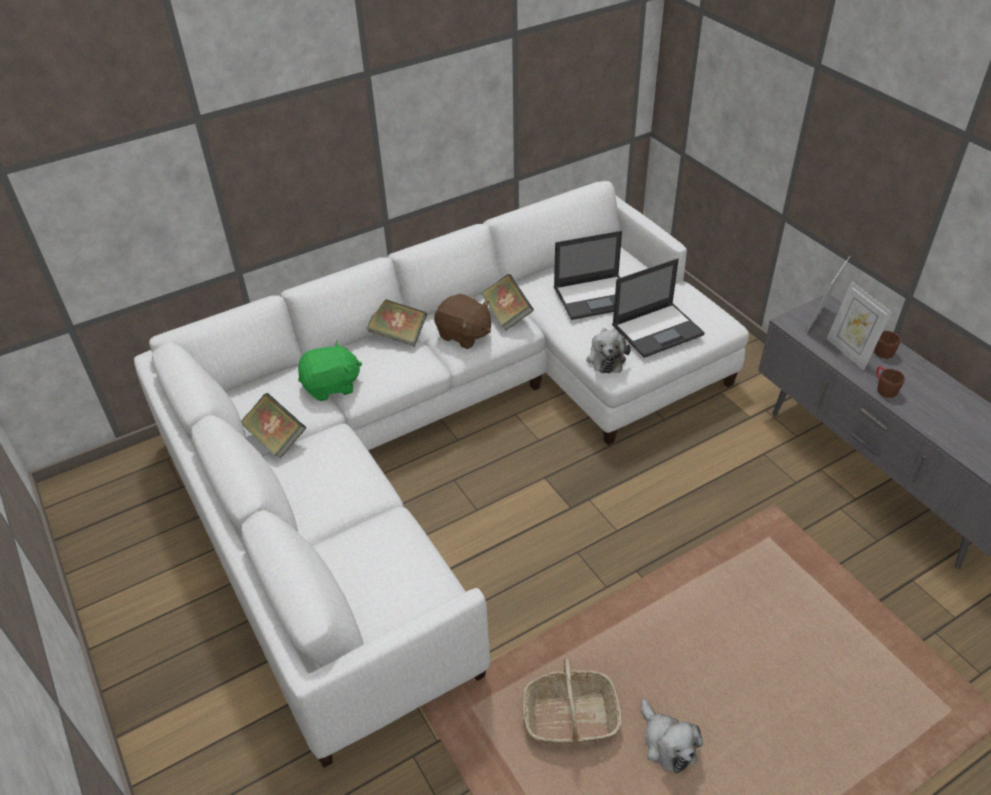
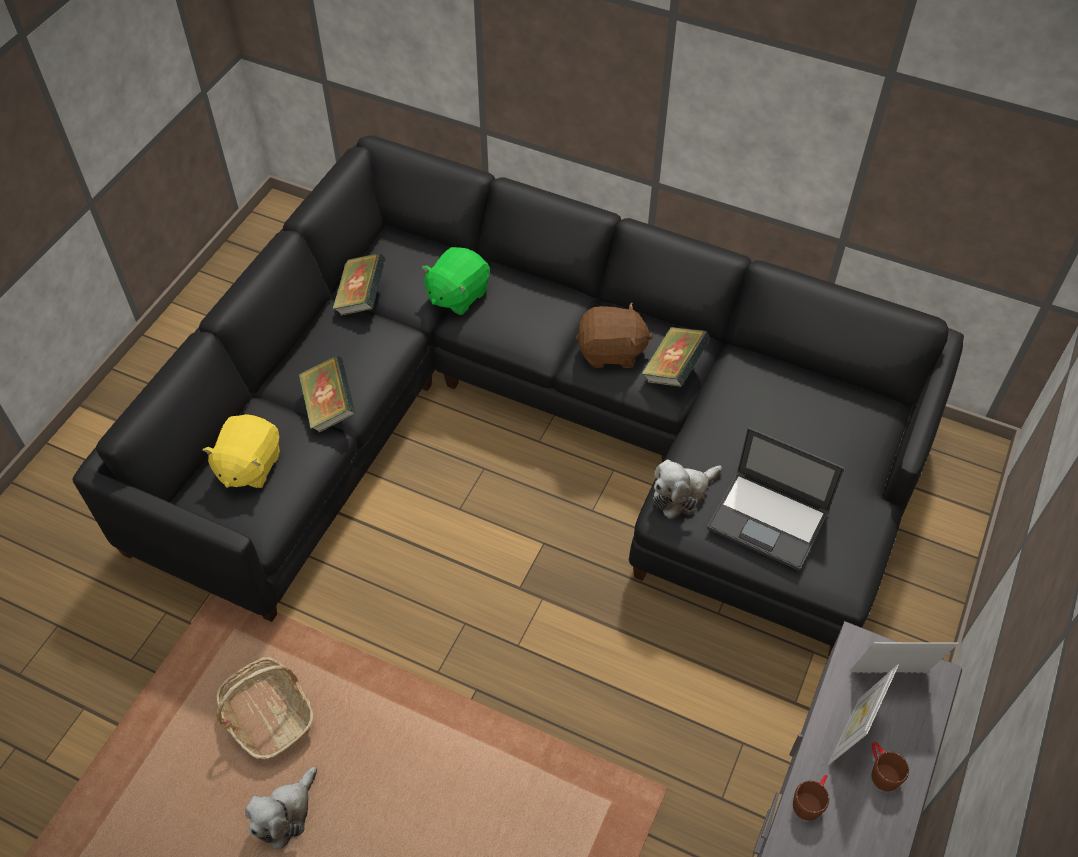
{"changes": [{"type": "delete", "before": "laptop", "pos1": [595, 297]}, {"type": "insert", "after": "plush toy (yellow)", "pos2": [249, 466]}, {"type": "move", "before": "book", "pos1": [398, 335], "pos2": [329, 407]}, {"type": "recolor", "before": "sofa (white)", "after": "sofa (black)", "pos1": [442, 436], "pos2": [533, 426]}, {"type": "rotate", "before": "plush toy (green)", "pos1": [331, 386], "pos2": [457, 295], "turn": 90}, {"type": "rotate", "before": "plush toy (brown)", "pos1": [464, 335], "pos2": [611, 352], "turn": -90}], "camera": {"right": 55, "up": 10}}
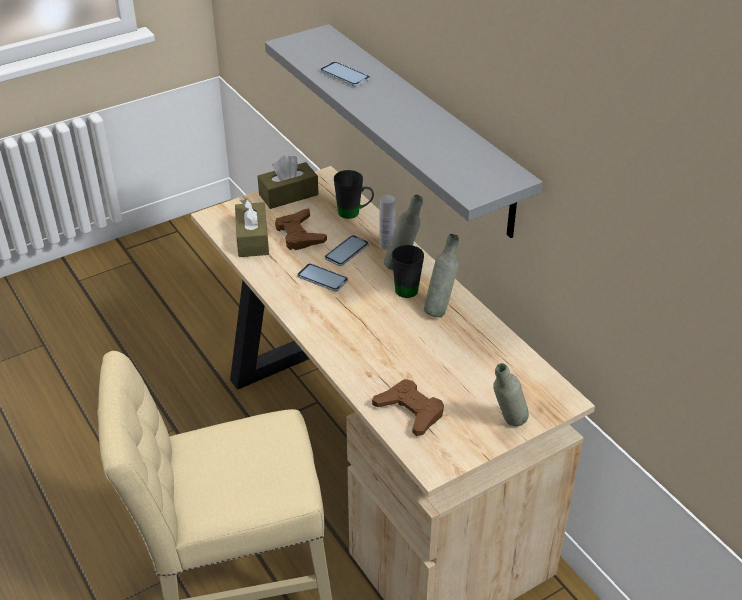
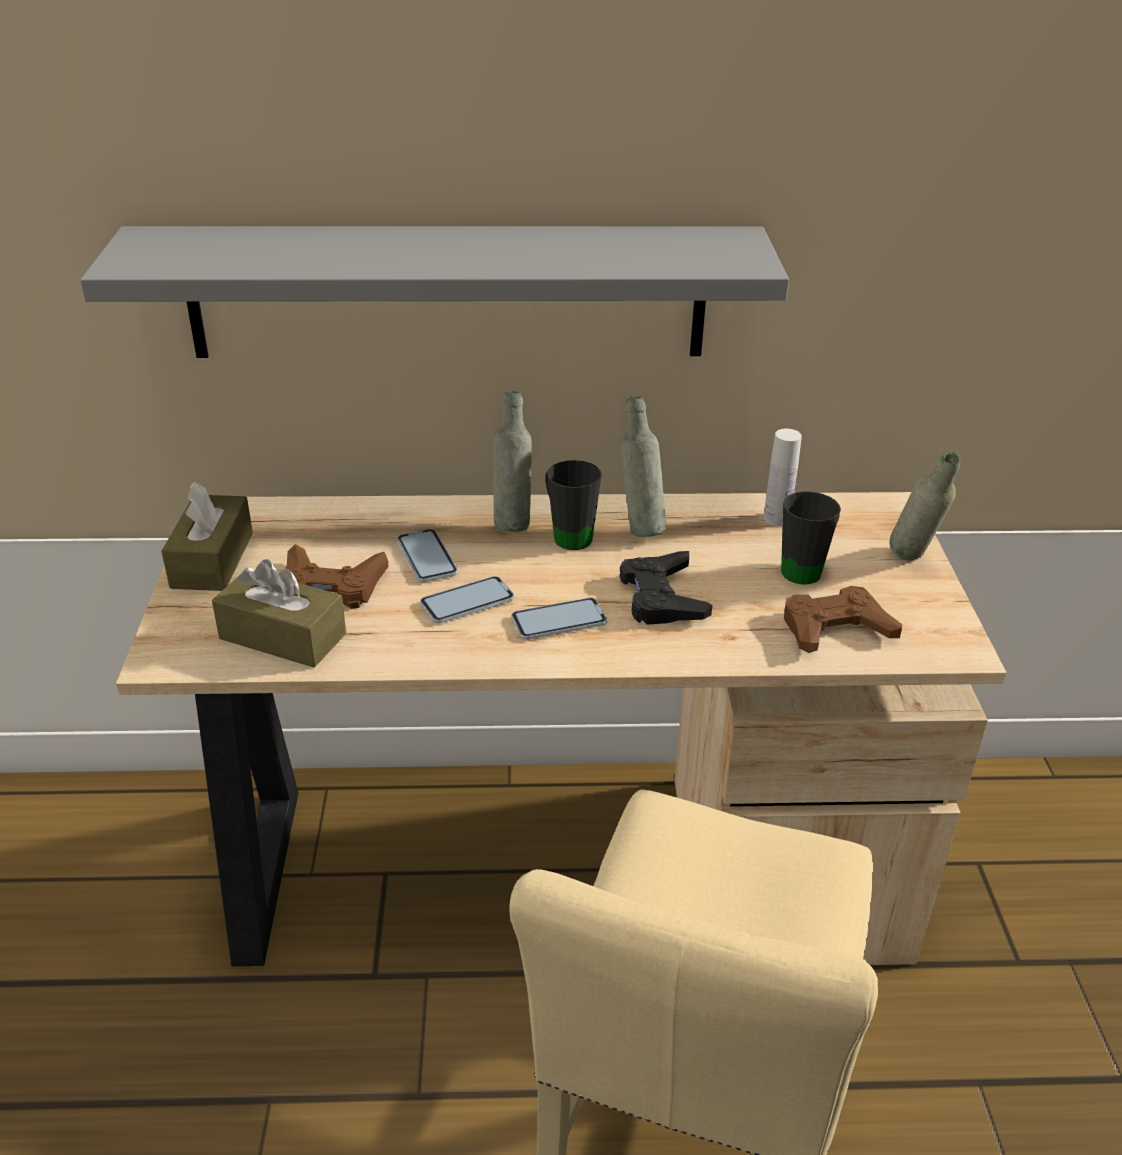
{"changes": [{"type": "insert", "after": "game controller (black)", "pos2": [662, 597]}, {"type": "move", "before": "phone", "pos1": [344, 75], "pos2": [559, 621]}, {"type": "move", "before": "mug (black)", "pos1": [354, 213], "pos2": [808, 568]}, {"type": "move", "before": "bottle (white)", "pos1": [387, 244], "pos2": [776, 518]}], "camera": {"right": -60, "up": -5}}
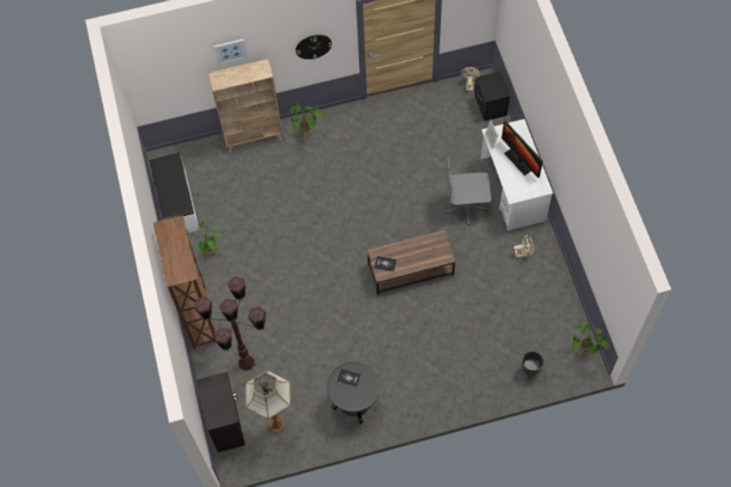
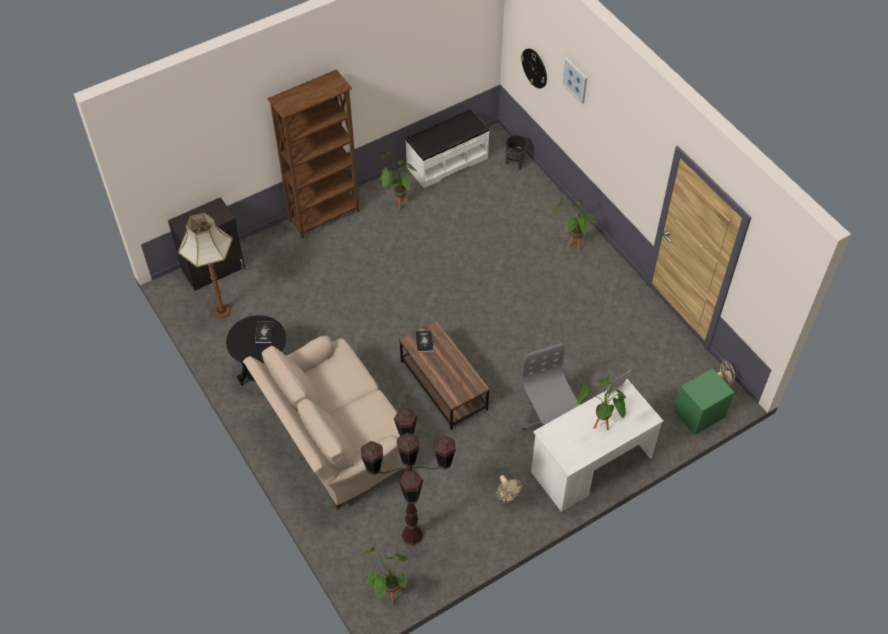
{"changes": [{"type": "delete", "before": "bookcase (beige)", "pos1": [254, 137]}, {"type": "insert", "after": "sofa (beige)", "pos2": [335, 441]}, {"type": "move", "before": "floor lamp (brown)", "pos1": [247, 363], "pos2": [412, 535]}, {"type": "move", "before": "wall clock", "pos1": [313, 46], "pos2": [534, 68]}, {"type": "move", "before": "planter (black)", "pos1": [530, 371], "pos2": [514, 163]}, {"type": "replace", "before": "monitor", "after": "potted plant", "pos1": [519, 160], "pos2": [599, 429]}, {"type": "recolor", "before": "nightstand (black)", "after": "nightstand (green)", "pos1": [489, 106], "pos2": [699, 413]}], "camera": {"right": 70, "up": -10}}
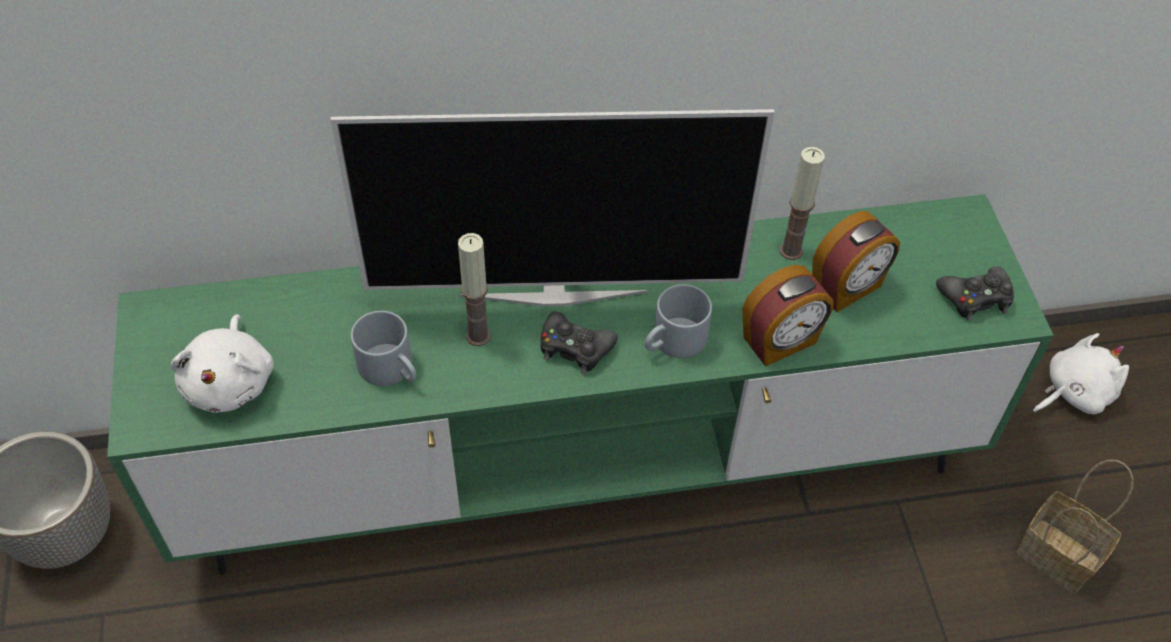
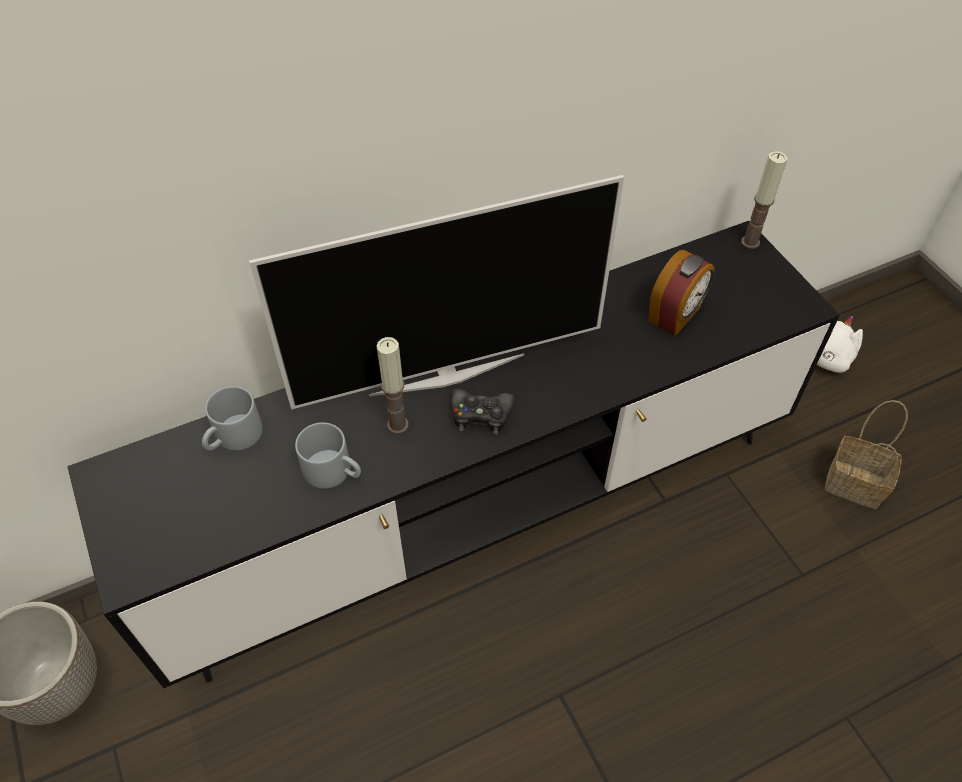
{"changes": [{"type": "delete", "before": "plush toy (white)", "pos1": [231, 382]}, {"type": "delete", "before": "alarm clock", "pos1": [780, 342]}, {"type": "delete", "before": "game controller (black)", "pos1": [975, 298]}, {"type": "move", "before": "mug (grey)", "pos1": [673, 343], "pos2": [233, 438]}, {"type": "move", "before": "candle", "pos1": [791, 250], "pos2": [750, 242]}, {"type": "recolor", "before": "tv stand (green)", "after": "tv stand (black)", "pos1": [580, 470], "pos2": [479, 514]}], "camera": {"right": -15, "up": 0}}
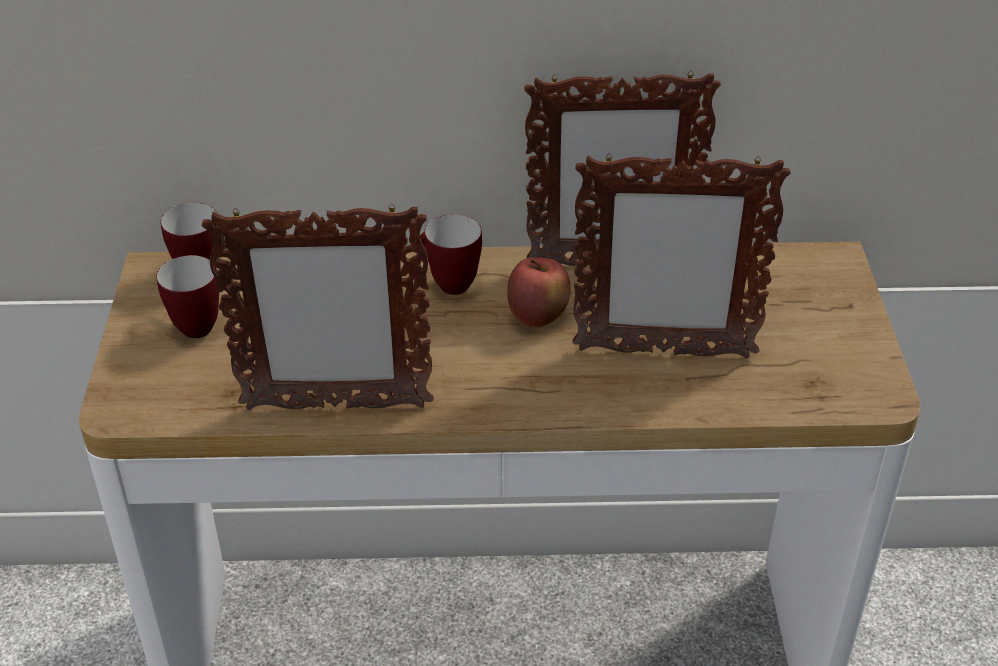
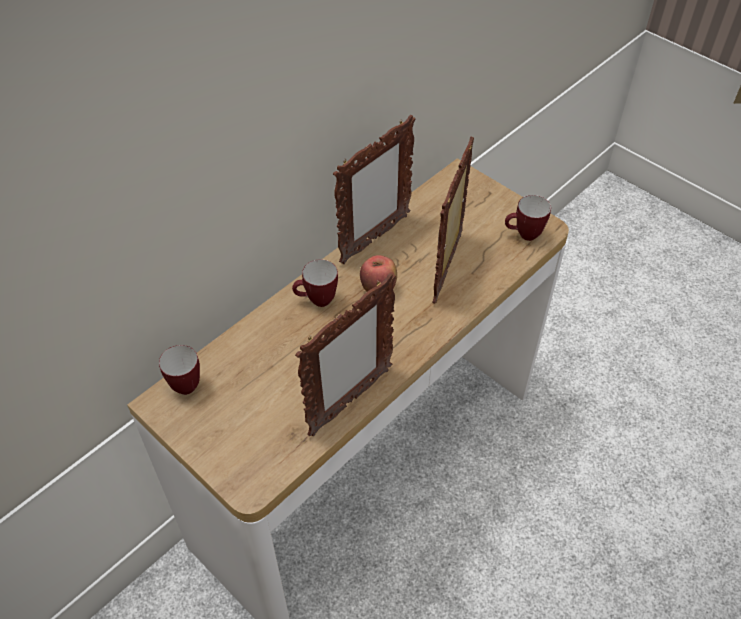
{"changes": [{"type": "move", "before": "mug", "pos1": [191, 326], "pos2": [523, 235]}, {"type": "rotate", "before": "picture frame", "pos1": [662, 352], "pos2": [448, 268], "turn": 150}], "camera": {"right": -45, "up": 10}}
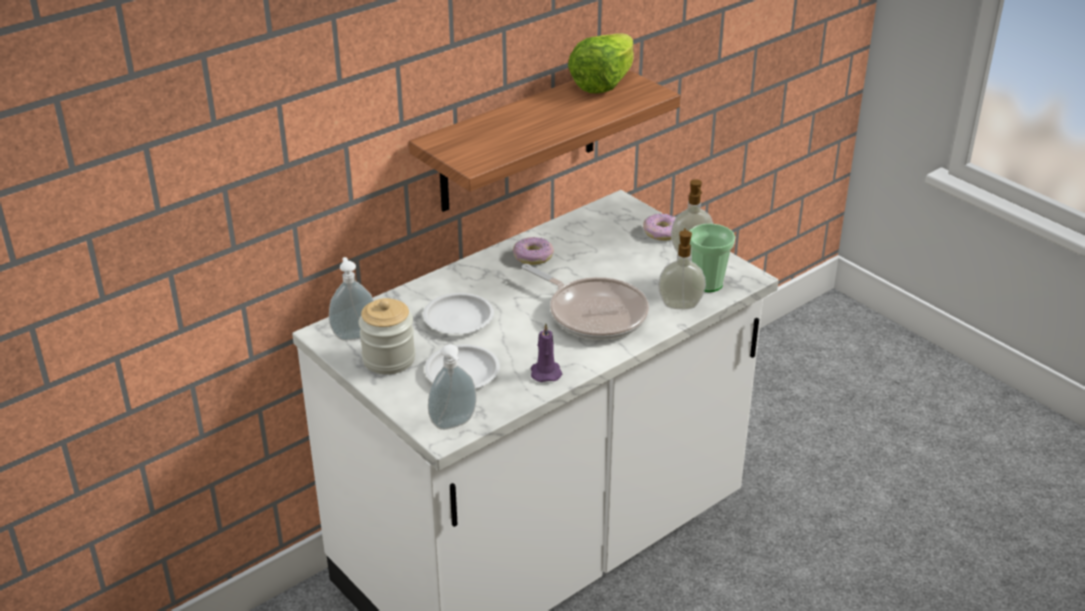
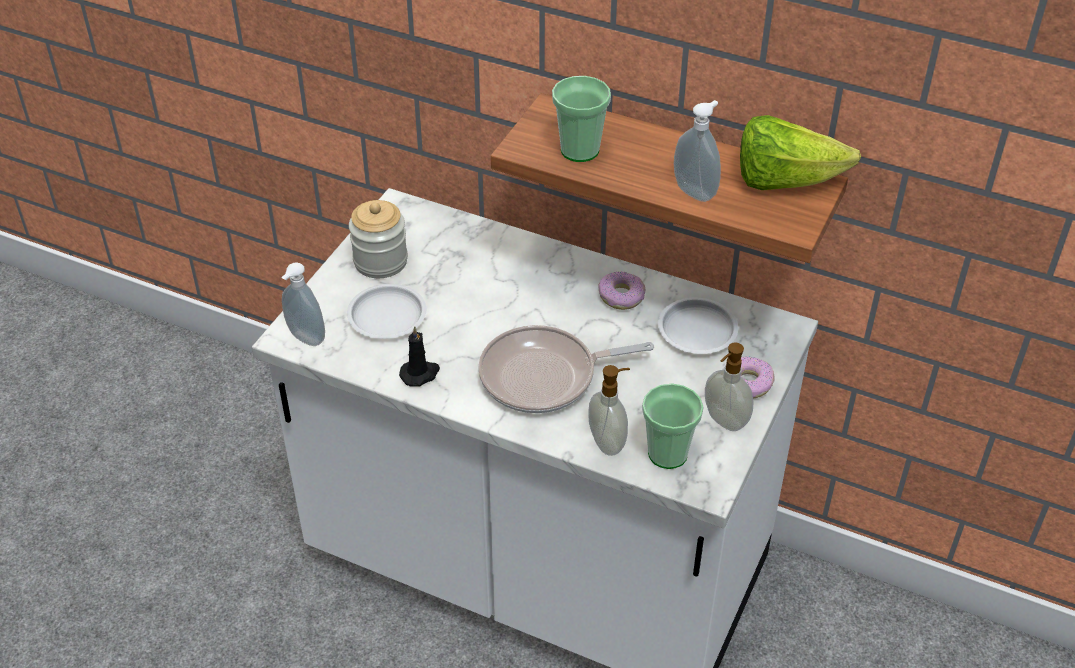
{"changes": [{"type": "insert", "after": "cup", "pos2": [579, 150]}, {"type": "move", "before": "soap dispenser", "pos1": [354, 334], "pos2": [696, 191]}, {"type": "move", "before": "plate (white)", "pos1": [459, 318], "pos2": [698, 330]}, {"type": "recolor", "before": "candle (purple)", "after": "candle (black)", "pos1": [545, 372], "pos2": [420, 374]}, {"type": "rotate", "before": "frying pan", "pos1": [593, 313], "pos2": [545, 376], "turn": 60}], "camera": {"right": 65, "up": 10}}
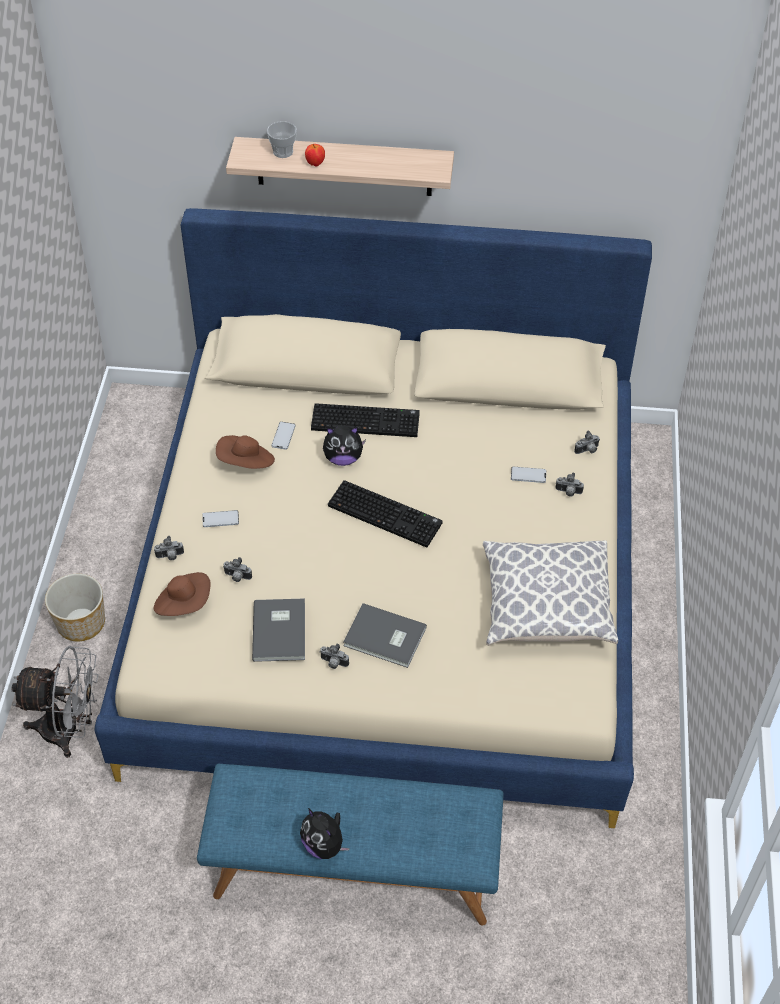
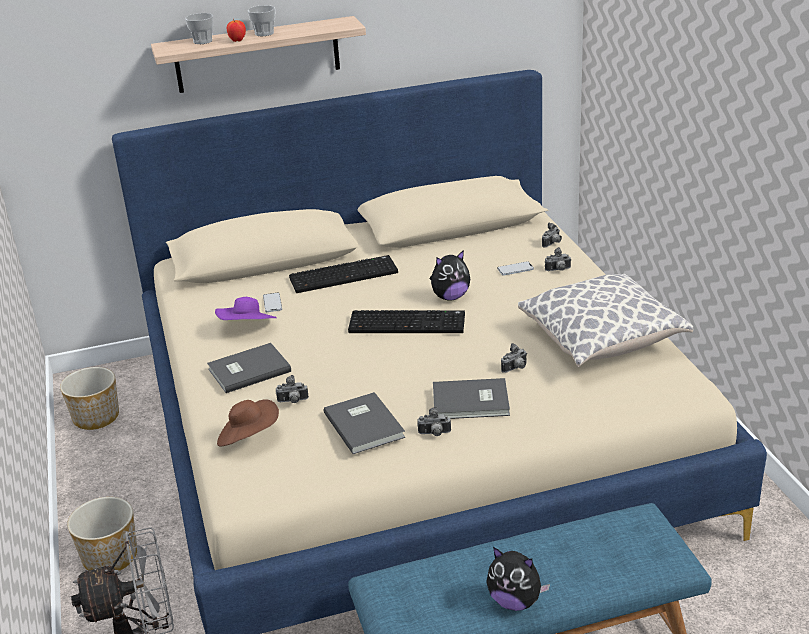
{"changes": [{"type": "insert", "after": "planter", "pos2": [96, 417]}, {"type": "insert", "after": "cup", "pos2": [264, 33]}, {"type": "move", "before": "photo camera", "pos1": [170, 556], "pos2": [516, 368]}, {"type": "move", "before": "plush toy", "pos1": [343, 458], "pos2": [450, 297]}, {"type": "replace", "before": "phone", "after": "book (grey)", "pos1": [220, 519], "pos2": [247, 370]}, {"type": "recolor", "before": "hat (brown)", "after": "hat (purple)", "pos1": [246, 463], "pos2": [248, 328]}], "camera": {"right": -20, "up": -20}}
